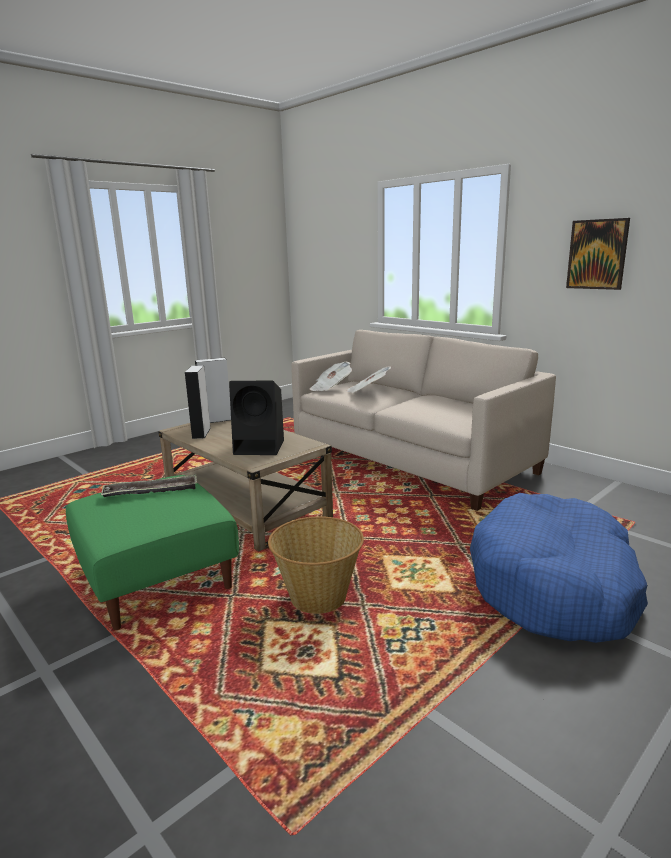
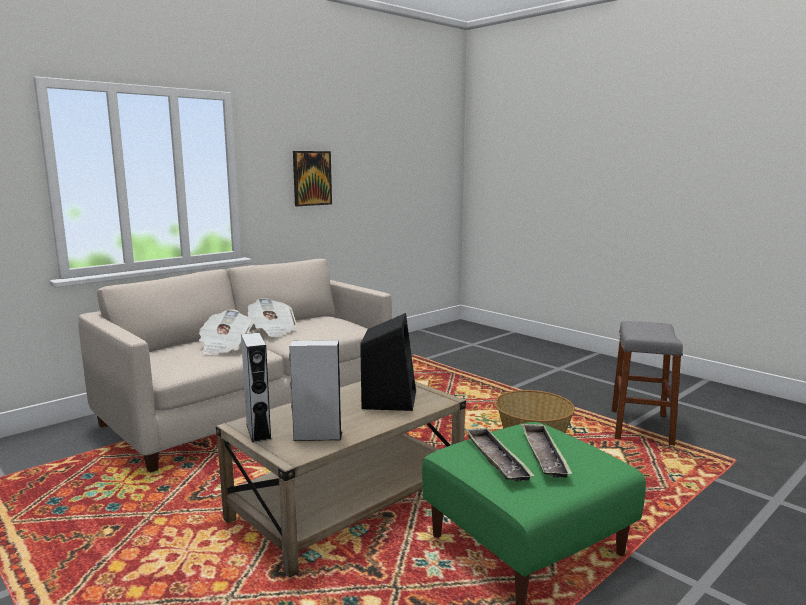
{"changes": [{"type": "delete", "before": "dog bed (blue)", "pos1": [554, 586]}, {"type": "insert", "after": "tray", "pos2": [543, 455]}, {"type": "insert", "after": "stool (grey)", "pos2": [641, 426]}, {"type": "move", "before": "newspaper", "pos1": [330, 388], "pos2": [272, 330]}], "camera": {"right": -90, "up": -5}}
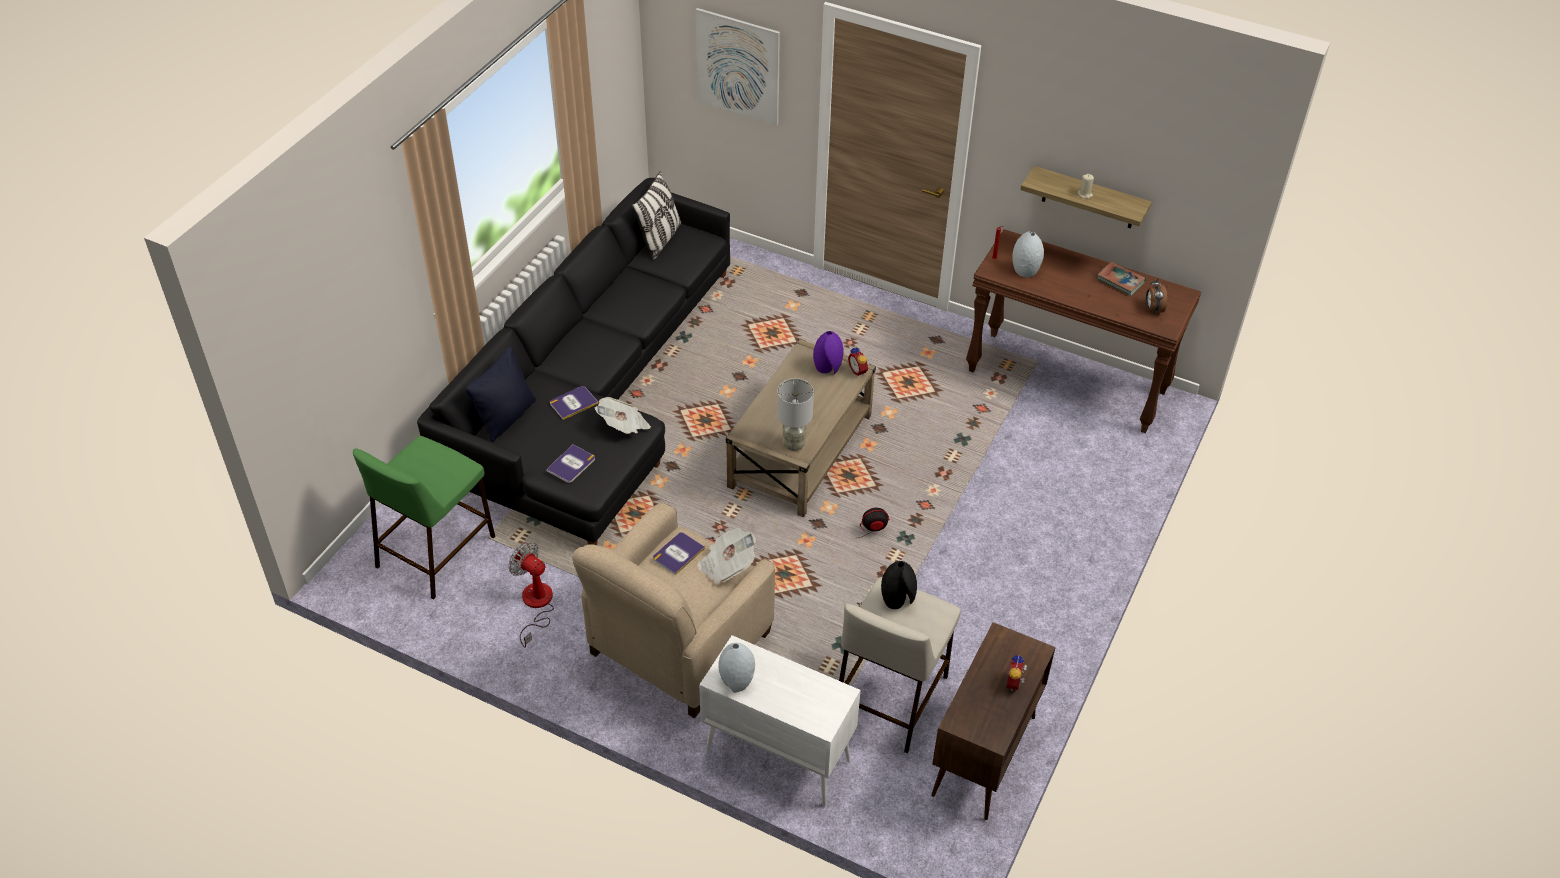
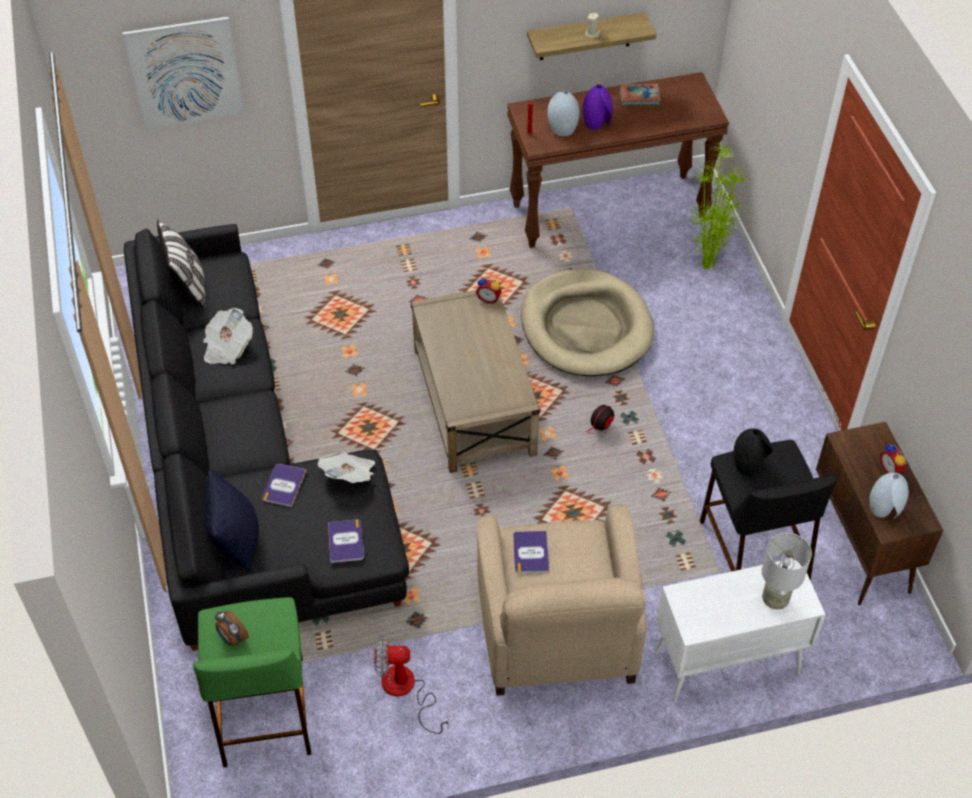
{"changes": [{"type": "insert", "after": "dog bed (beige)", "pos2": [586, 327]}, {"type": "insert", "after": "potted plant", "pos2": [706, 265]}, {"type": "move", "before": "newspaper", "pos1": [726, 565], "pos2": [227, 347]}, {"type": "move", "before": "vase (grey)", "pos1": [736, 681], "pos2": [884, 509]}, {"type": "move", "before": "table lamp (grey)", "pos1": [793, 444], "pos2": [775, 600]}, {"type": "move", "before": "vase (purple)", "pos1": [828, 368], "pos2": [597, 123]}, {"type": "move", "before": "alarm clock", "pos1": [1153, 309], "pos2": [232, 638]}, {"type": "recolor", "before": "stool (beige)", "after": "stool (black)", "pos1": [890, 696], "pos2": [752, 551]}], "camera": {"right": -40, "up": 5}}
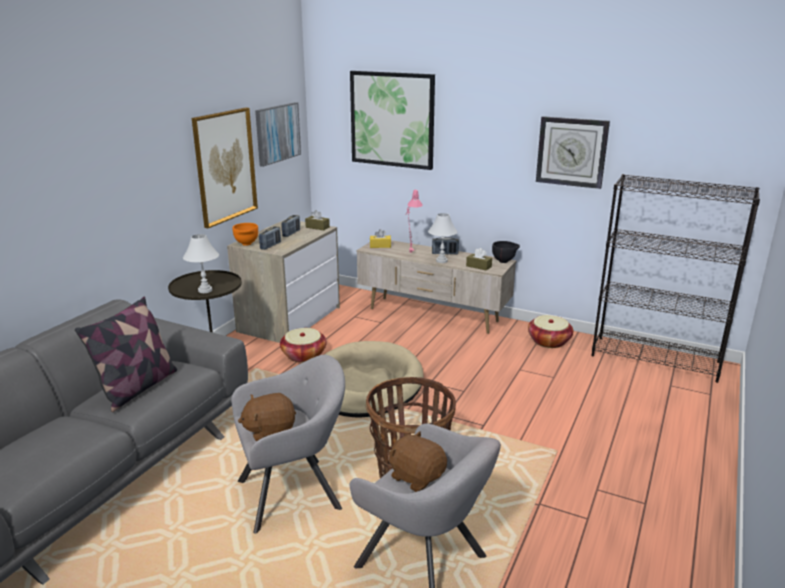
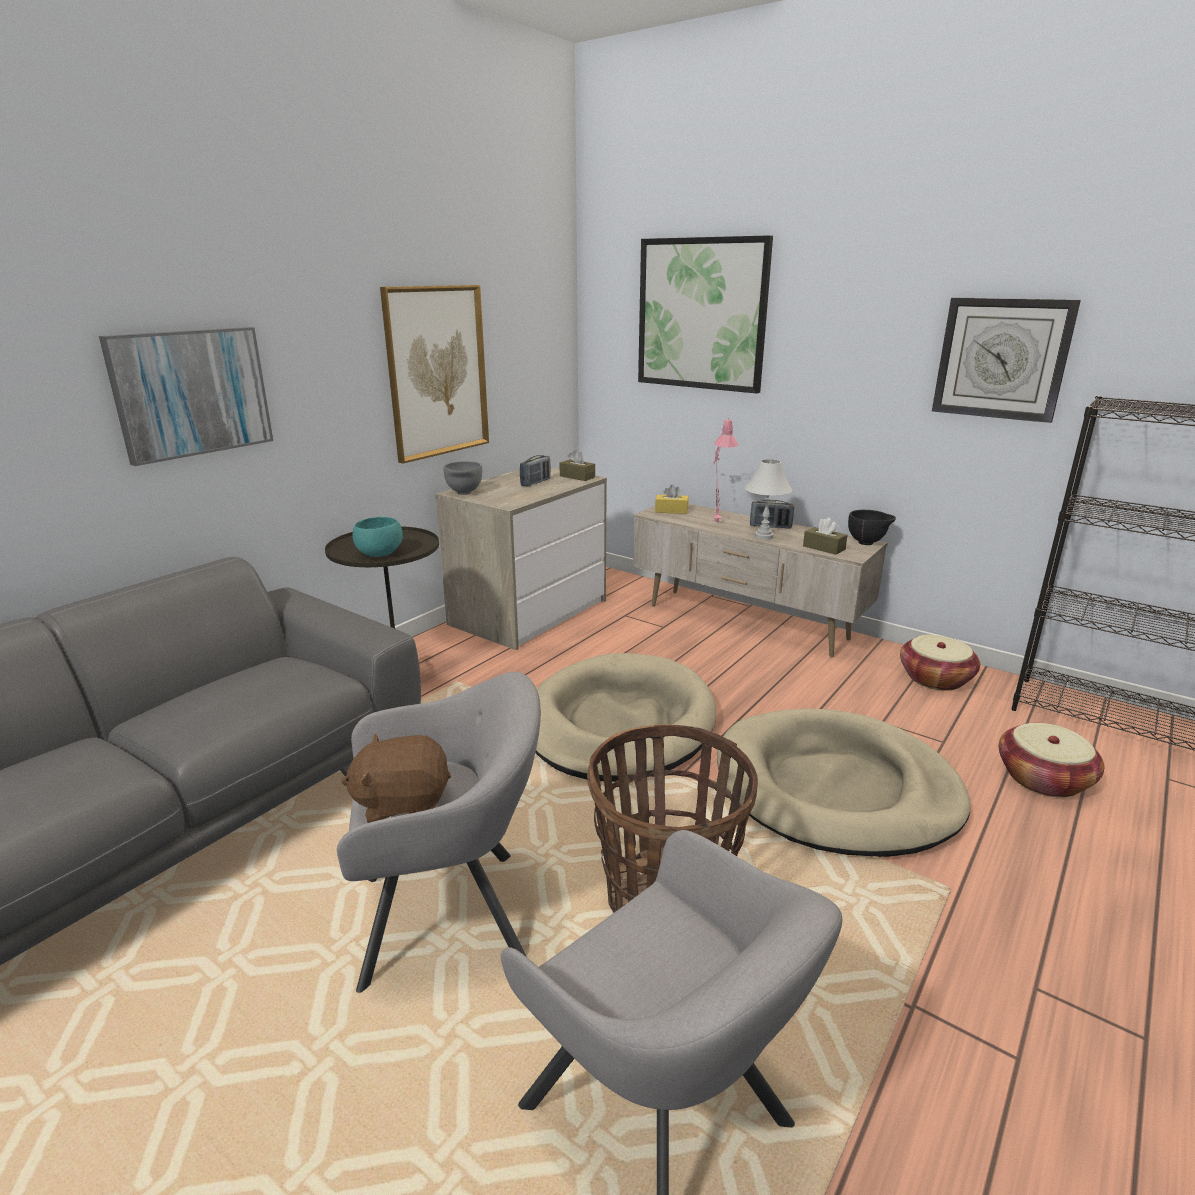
{"changes": [{"type": "delete", "before": "pillow", "pos1": [137, 388]}, {"type": "delete", "before": "radio", "pos1": [270, 246]}, {"type": "delete", "before": "plush toy (brown)", "pos1": [417, 476]}, {"type": "insert", "after": "dog bed (beige)", "pos2": [836, 788]}, {"type": "move", "before": "picture", "pos1": [277, 133], "pos2": [192, 393]}, {"type": "move", "before": "basket", "pos1": [304, 355], "pos2": [1043, 779]}, {"type": "replace", "before": "table lamp (white)", "after": "bowl (turquoise)", "pos1": [205, 290], "pos2": [379, 554]}, {"type": "recolor", "before": "bowl (orange)", "after": "bowl (grey)", "pos1": [246, 244], "pos2": [464, 493]}], "camera": {"right": 10, "up": 0}}
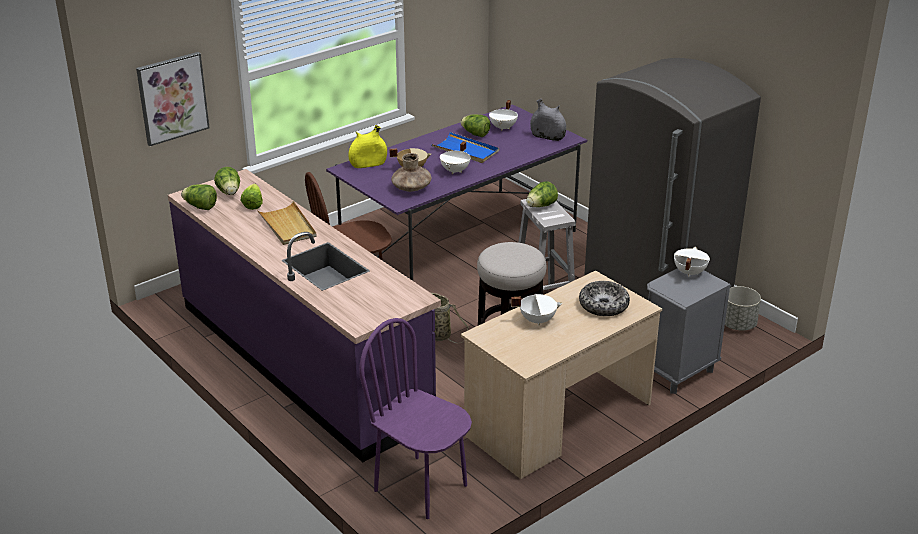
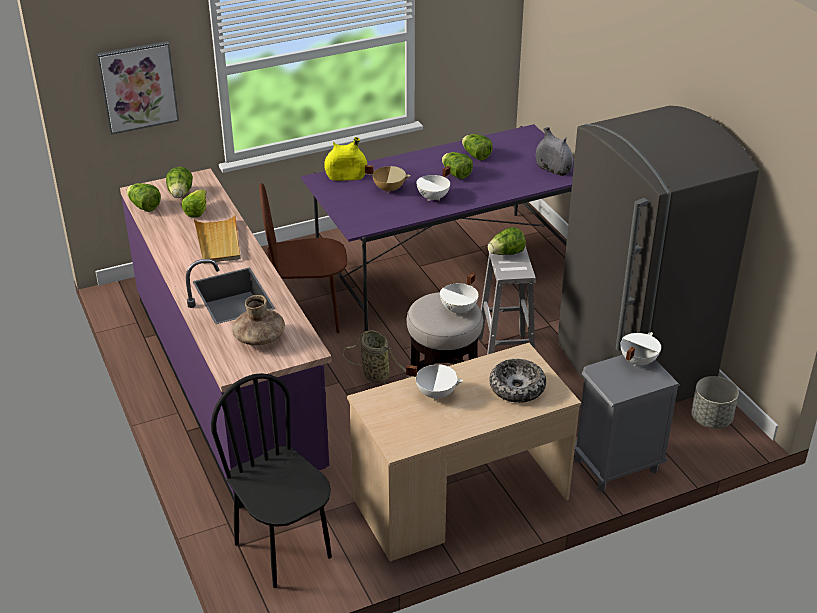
{"changes": [{"type": "move", "before": "vase (brown)", "pos1": [411, 188], "pos2": [259, 338]}, {"type": "move", "before": "cooking pot (white)", "pos1": [503, 128], "pos2": [459, 310]}, {"type": "replace", "before": "tray (blue)", "after": "lettuce", "pos1": [465, 150], "pos2": [456, 174]}, {"type": "recolor", "before": "chair (purple)", "after": "chair (black)", "pos1": [421, 487], "pos2": [283, 550]}], "camera": {"right": 15, "up": 5}}
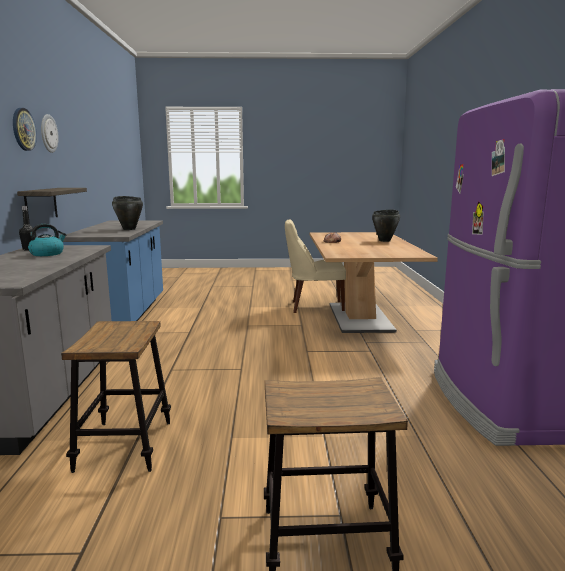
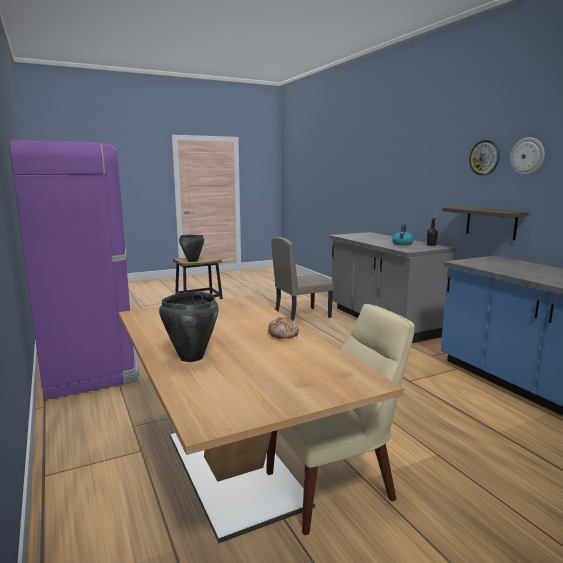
{"changes": [{"type": "move", "before": "cooking pot (black)", "pos1": [129, 229], "pos2": [192, 261]}, {"type": "replace", "before": "stool", "after": "chair (beige)", "pos1": [125, 445], "pos2": [302, 315]}], "camera": {"right": 155, "up": 0}}
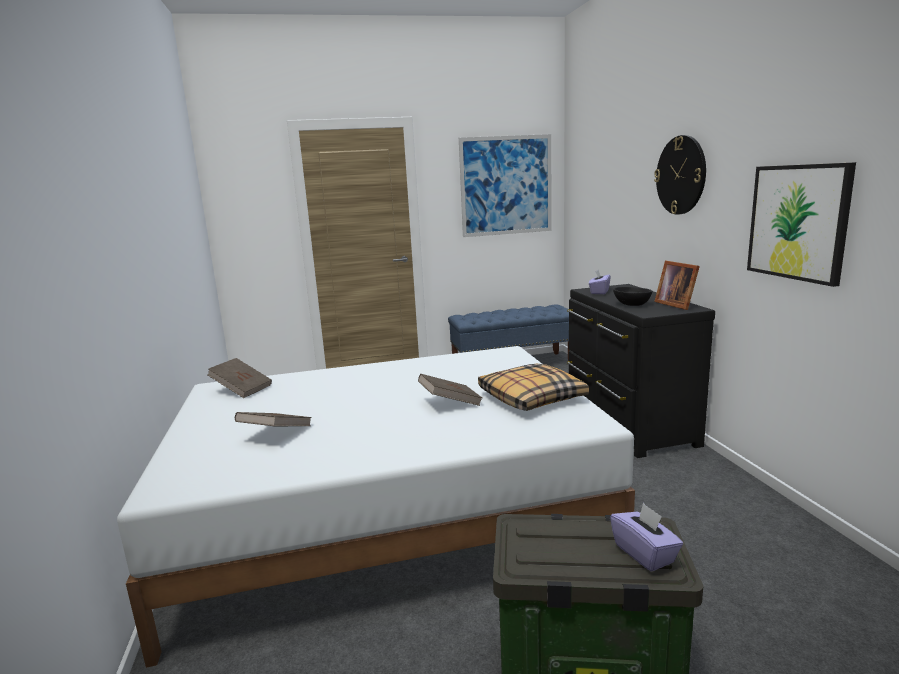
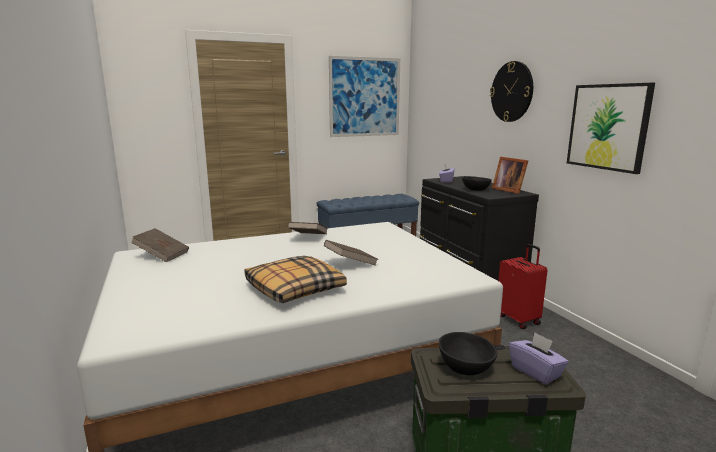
{"changes": [{"type": "insert", "after": "bowl (black)", "pos2": [465, 367]}, {"type": "insert", "after": "suitcase (red)", "pos2": [519, 319]}, {"type": "move", "before": "book (brown)", "pos1": [276, 434], "pos2": [308, 238]}, {"type": "move", "before": "pillow", "pos1": [531, 398], "pos2": [294, 289]}], "camera": {"right": -10, "up": 0}}
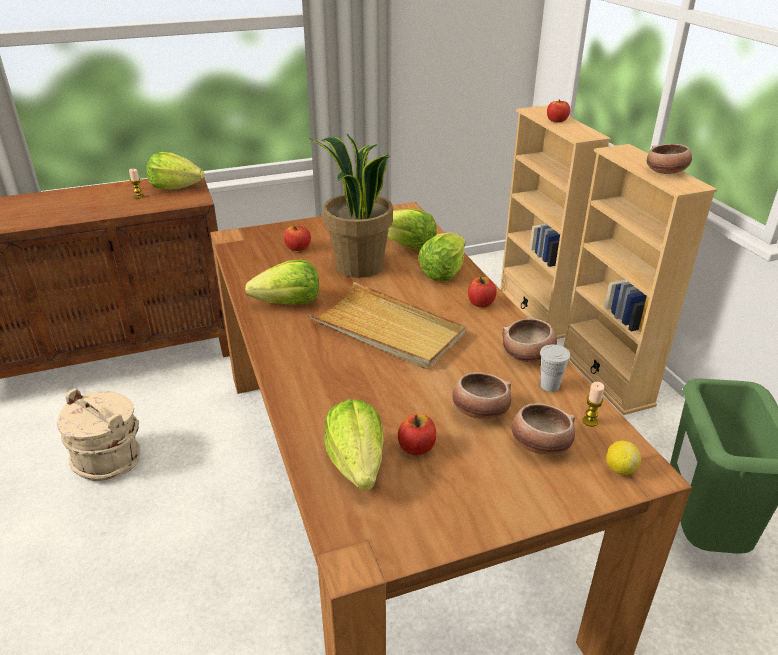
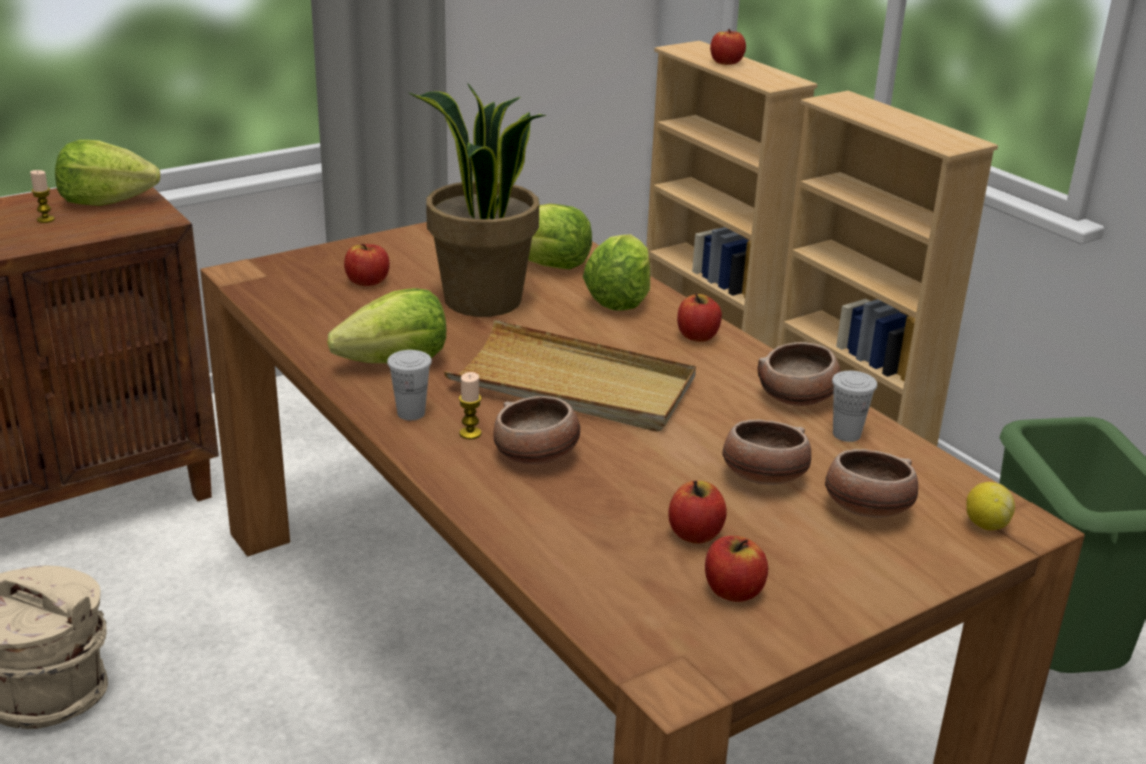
{"changes": [{"type": "delete", "before": "lettuce", "pos1": [357, 464]}, {"type": "insert", "after": "cup (white)", "pos2": [411, 413]}, {"type": "insert", "after": "apple", "pos2": [733, 591]}, {"type": "move", "before": "candle", "pos1": [590, 421], "pos2": [470, 433]}, {"type": "move", "before": "bowl", "pos1": [666, 172], "pos2": [537, 456]}], "camera": {"right": -15, "up": -5}}
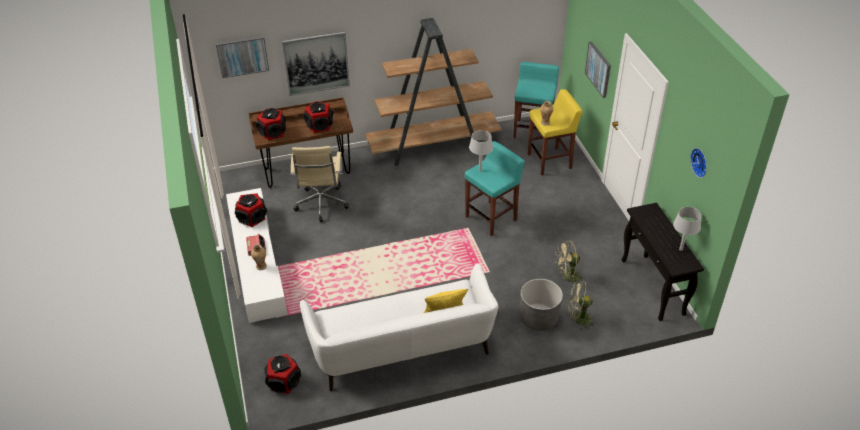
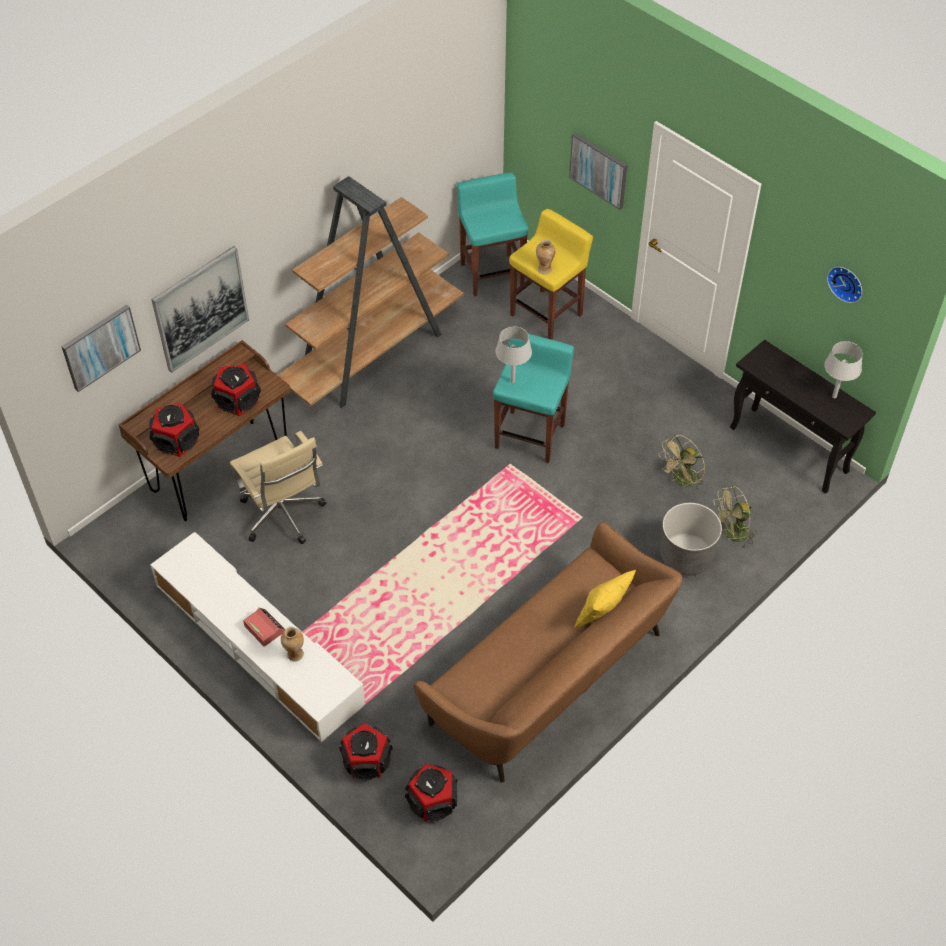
{"changes": [{"type": "move", "before": "speaker", "pos1": [252, 218], "pos2": [367, 761]}, {"type": "recolor", "before": "sofa (white)", "after": "sofa (brown)", "pos1": [402, 348], "pos2": [550, 679]}], "camera": {"right": -30, "up": 10}}
